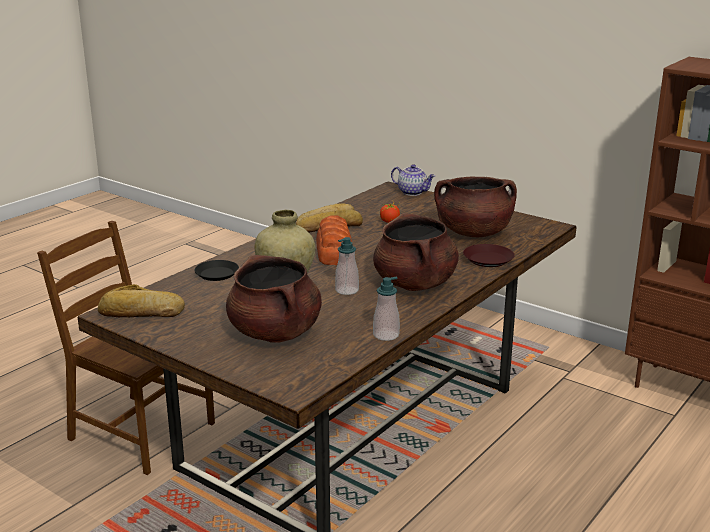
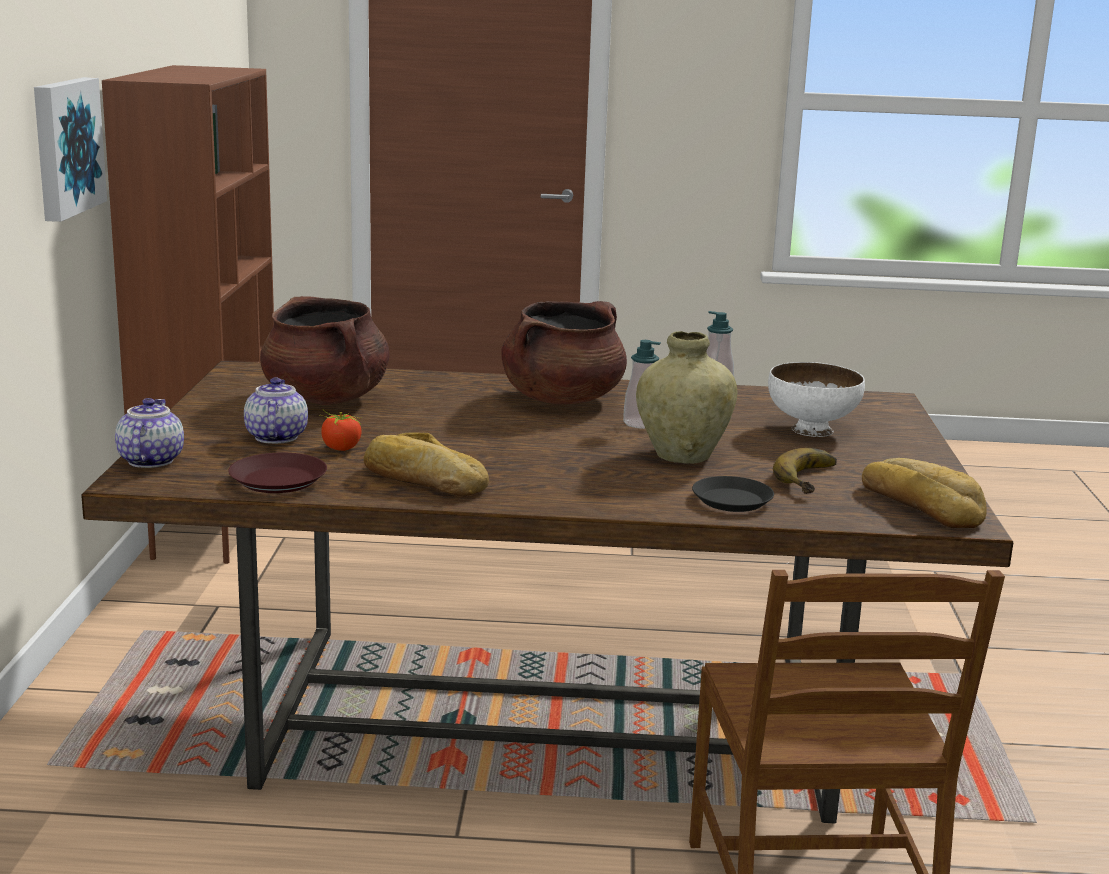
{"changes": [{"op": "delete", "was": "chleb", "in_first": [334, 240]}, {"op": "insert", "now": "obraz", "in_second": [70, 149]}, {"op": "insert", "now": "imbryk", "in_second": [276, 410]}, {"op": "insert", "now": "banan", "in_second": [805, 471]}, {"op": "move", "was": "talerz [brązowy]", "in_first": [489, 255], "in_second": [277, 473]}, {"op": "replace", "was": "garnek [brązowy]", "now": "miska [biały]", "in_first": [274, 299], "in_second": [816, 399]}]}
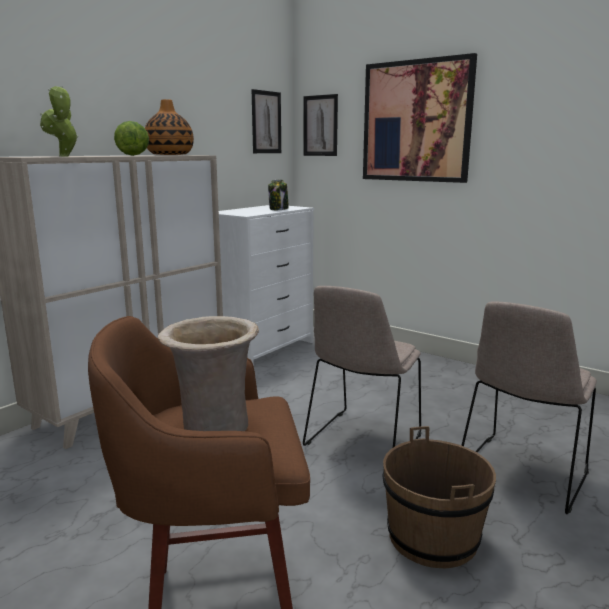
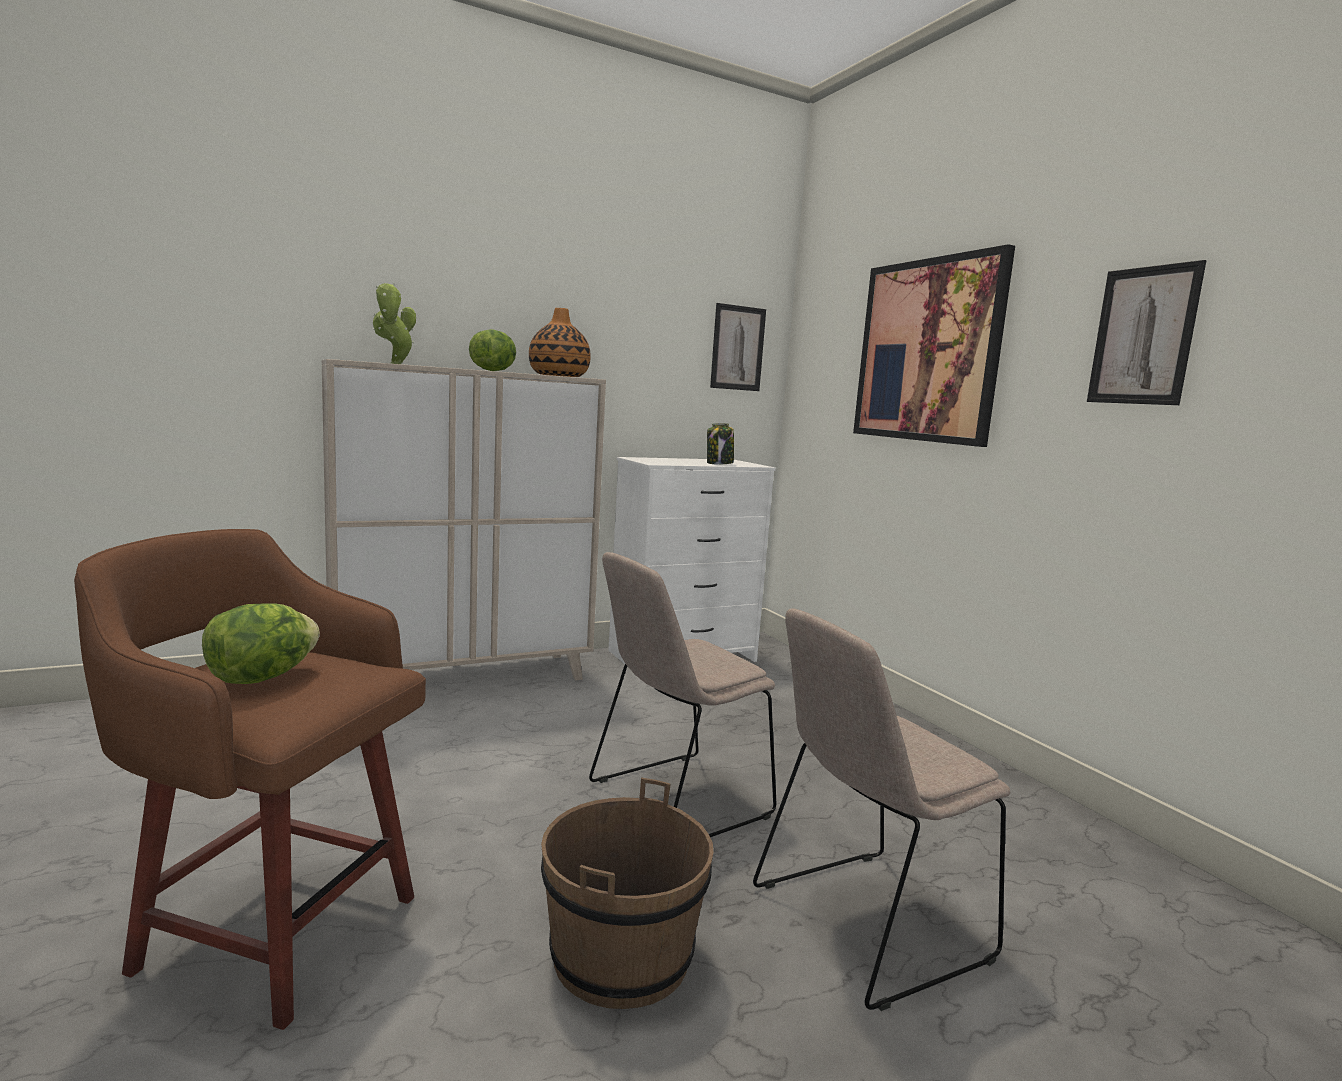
{"changes": [{"op": "move", "was": "obraz", "in_first": [321, 125], "in_second": [1147, 332]}, {"op": "replace", "was": "wazon [beżowy]", "now": "sałata", "in_first": [208, 373], "in_second": [261, 643]}]}
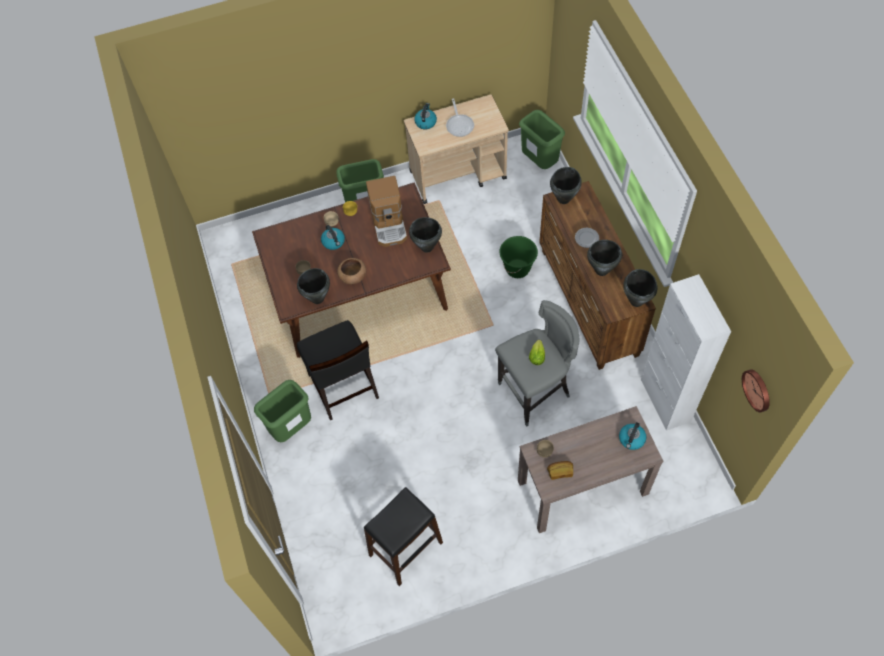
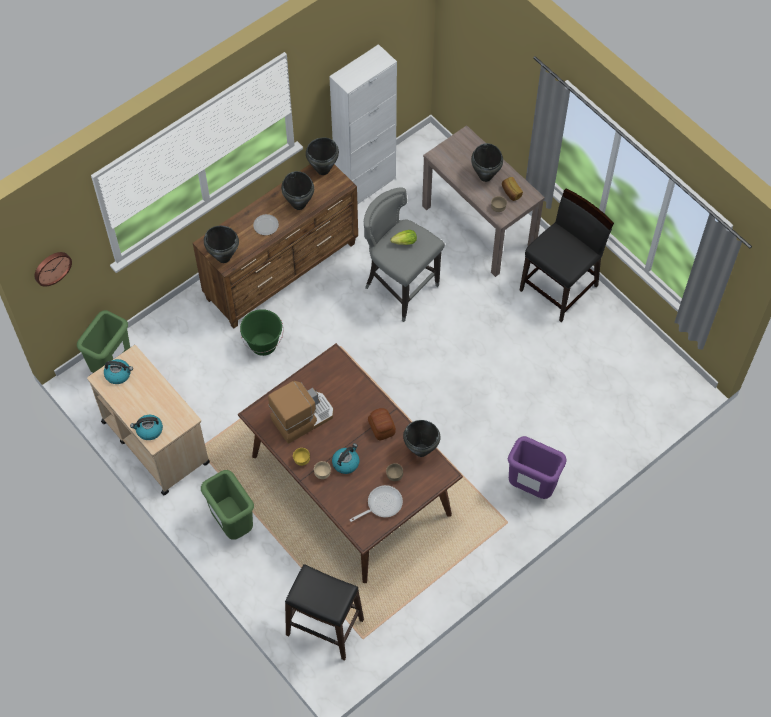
{"changes": [{"op": "move", "was": "krzesło [czarny]", "in_first": [338, 370], "in_second": [566, 255]}, {"op": "move", "was": "stołek [czarny]", "in_first": [403, 536], "in_second": [324, 612]}, {"op": "move", "was": "garnek [czarny]", "in_first": [425, 235], "in_second": [487, 162]}, {"op": "move", "was": "patelnia", "in_first": [460, 117], "in_second": [376, 503]}, {"op": "move", "was": "czajnik", "in_first": [632, 436], "in_second": [118, 371]}, {"op": "move", "was": "zegar ścienny", "in_first": [756, 390], "in_second": [53, 269]}, {"op": "replace", "was": "miska [brązowy]", "now": "chleb", "in_first": [351, 271], "in_second": [382, 424]}, {"op": "recolor", "was": "kosz na śmieci [zielony]", "now": "kosz na śmieci [fioletowy]", "in_first": [282, 411], "in_second": [537, 467]}]}
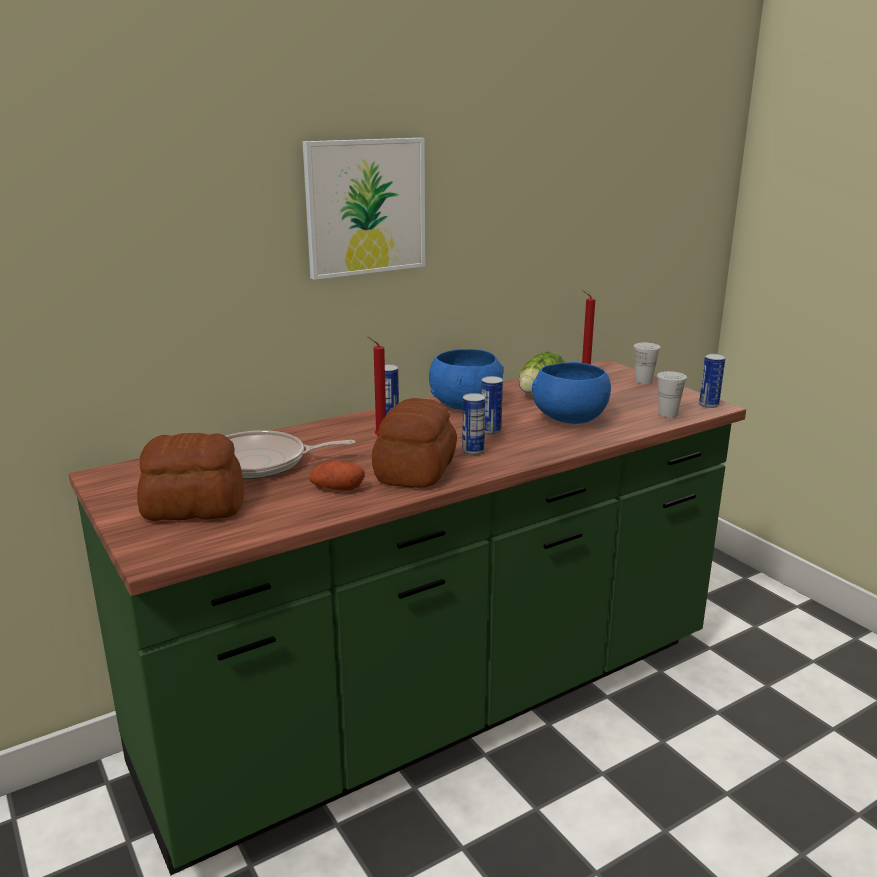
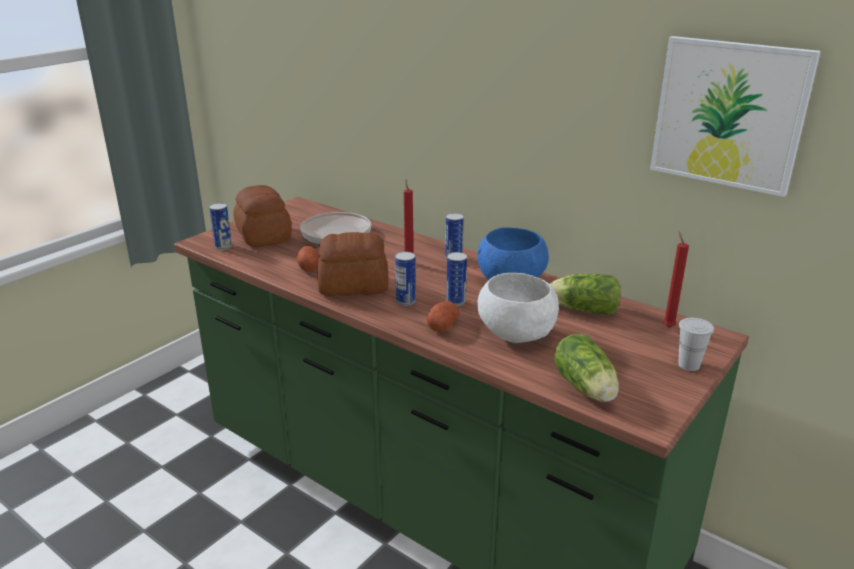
{"changes": [{"op": "insert", "now": "ziemniak", "in_second": [443, 316]}, {"op": "move", "was": "obraz", "in_first": [364, 209], "in_second": [735, 116]}, {"op": "move", "was": "puszka", "in_first": [712, 381], "in_second": [220, 226]}, {"op": "replace", "was": "filiżanka [biały]", "now": "sałata", "in_first": [672, 394], "in_second": [586, 368]}, {"op": "recolor", "was": "miska [niebieski]", "now": "miska [biały]", "in_first": [571, 393], "in_second": [518, 308]}]}
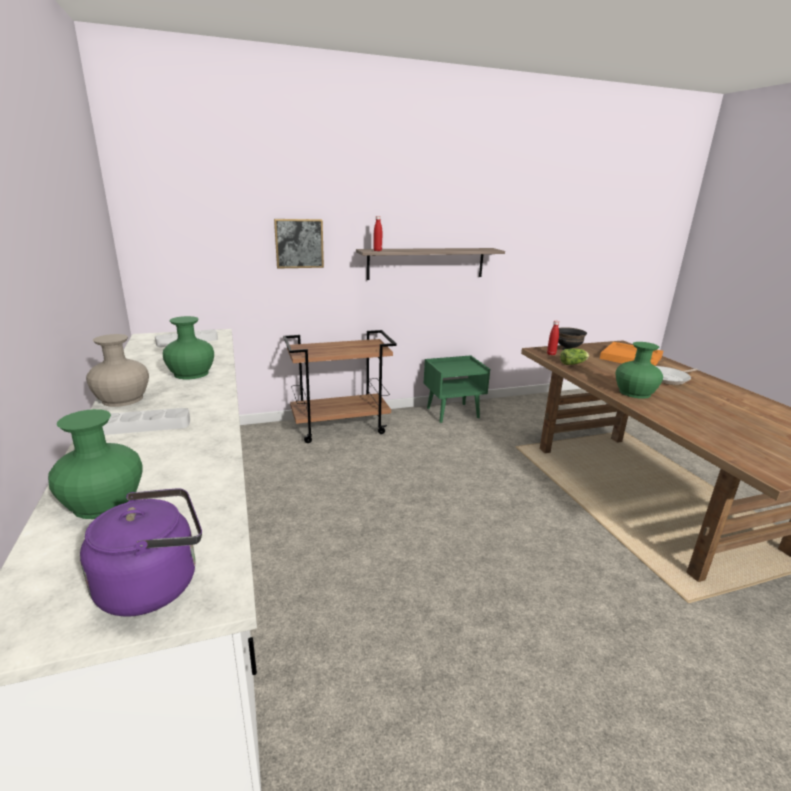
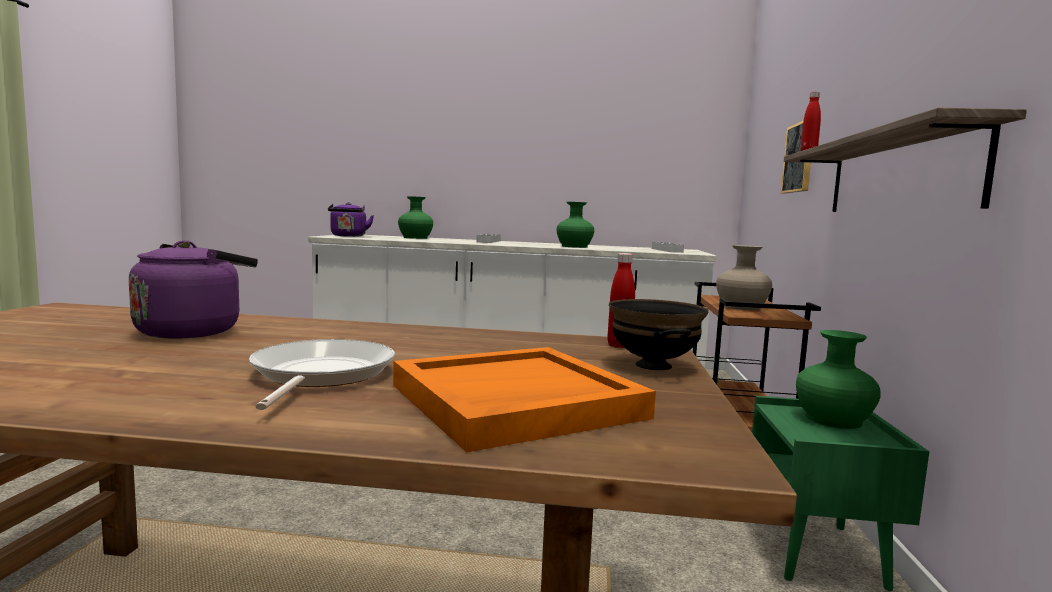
{"changes": [{"op": "delete", "was": "sałata", "in_first": [574, 356]}, {"op": "insert", "now": "czajnik [fioletowy]", "in_second": [193, 289]}, {"op": "move", "was": "wazon [beżowy]", "in_first": [117, 370], "in_second": [744, 277]}, {"op": "move", "was": "wazon [zielony]", "in_first": [639, 370], "in_second": [838, 379]}]}
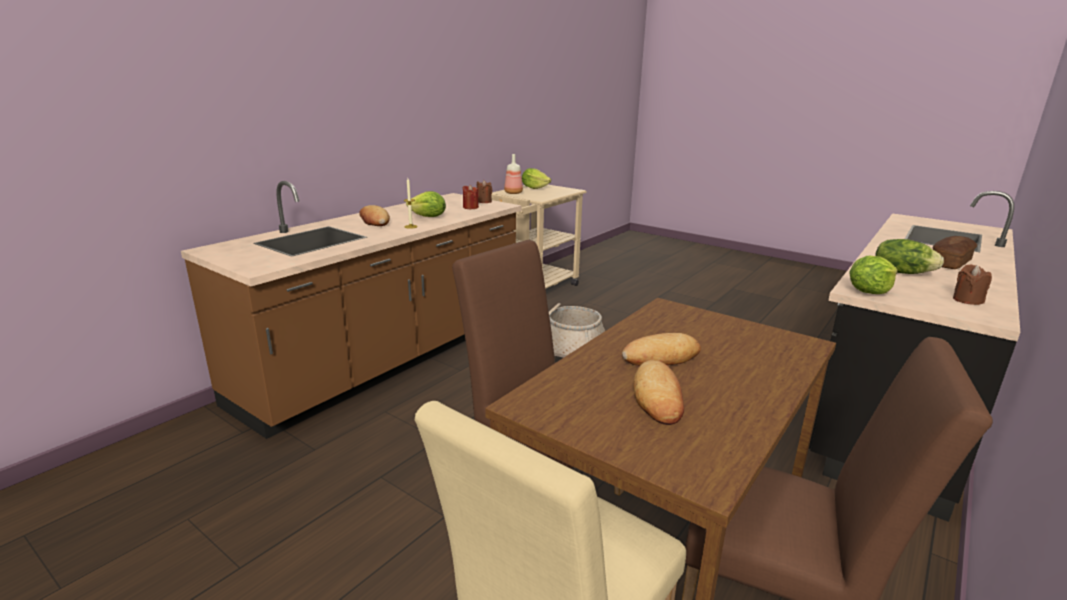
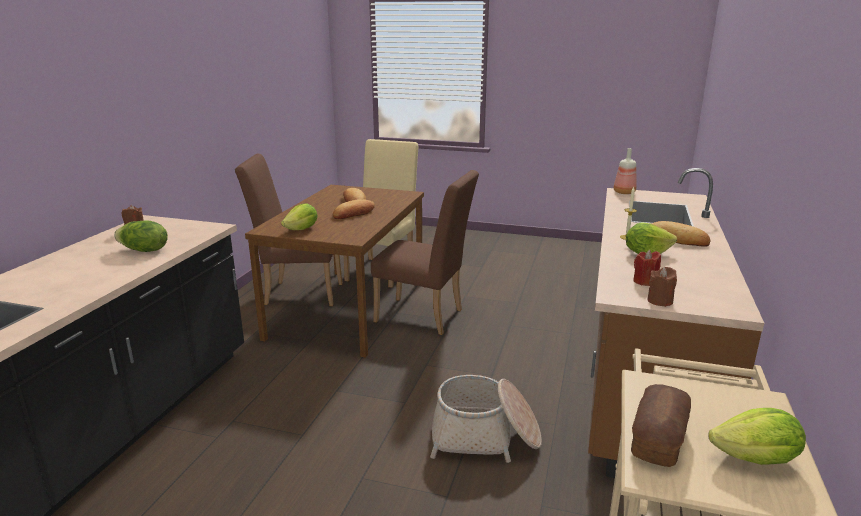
{"changes": [{"op": "move", "was": "butelka", "in_first": [513, 174], "in_second": [625, 171]}, {"op": "move", "was": "sałata", "in_first": [873, 275], "in_second": [299, 216]}, {"op": "move", "was": "chleb", "in_first": [955, 252], "in_second": [661, 425]}]}
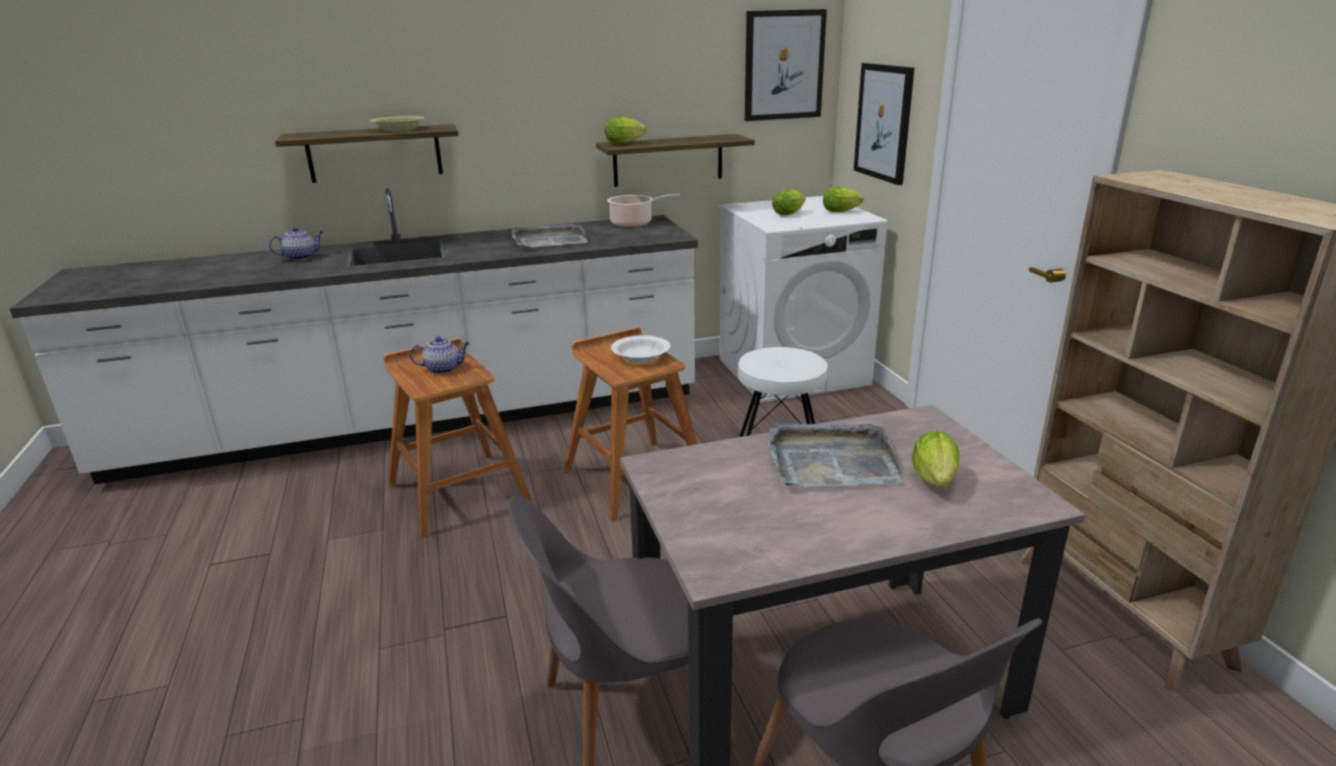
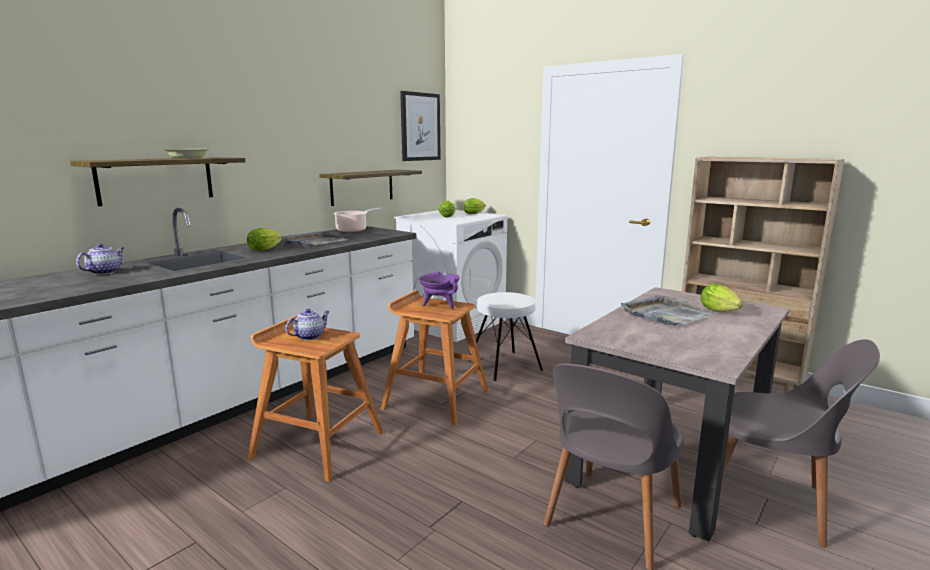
{"changes": [{"op": "delete", "was": "obraz", "in_first": [884, 124]}, {"op": "move", "was": "sałata", "in_first": [625, 130], "in_second": [265, 239]}, {"op": "replace", "was": "miska [biały]", "now": "garnek [fioletowy]", "in_first": [640, 349], "in_second": [439, 290]}]}
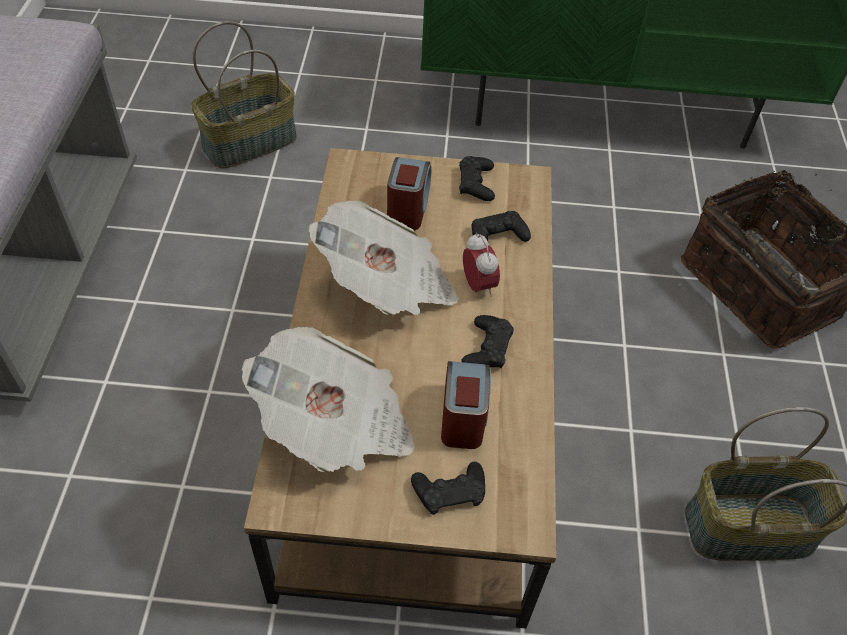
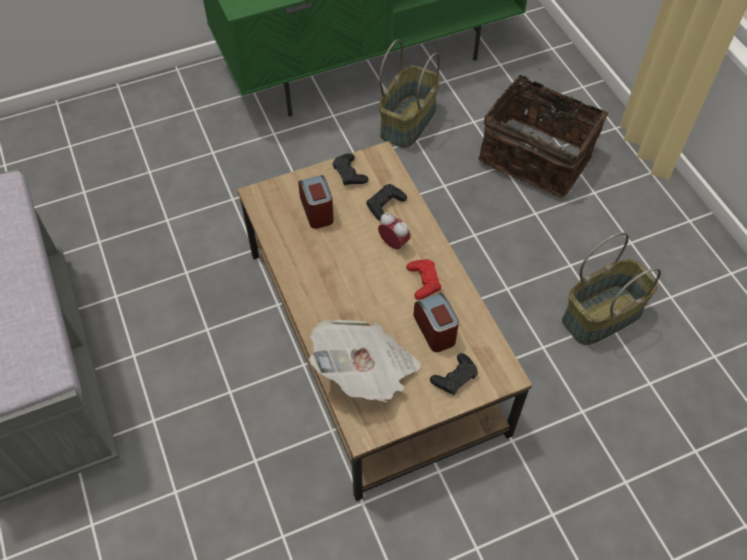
{"changes": [{"op": "delete", "was": "gazeta", "in_first": [384, 258]}, {"op": "move", "was": "koszyk", "in_first": [244, 94], "in_second": [409, 93]}, {"op": "recolor", "was": "pad do gier [czarny]", "now": "pad do gier [czerwony]", "in_first": [488, 341], "in_second": [423, 279]}]}
